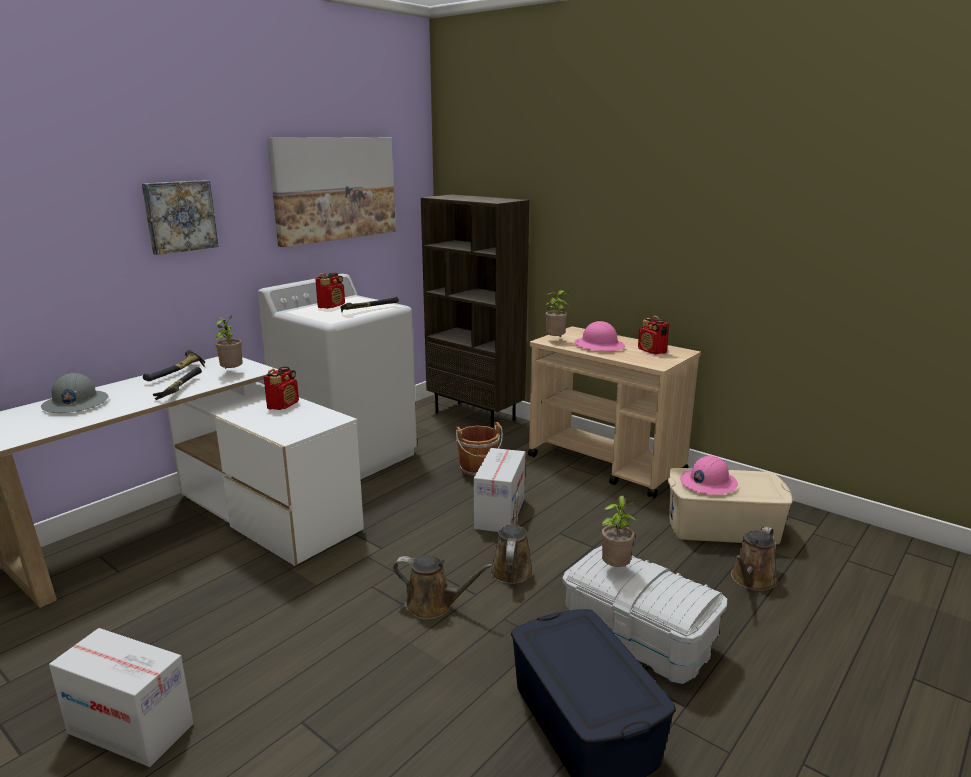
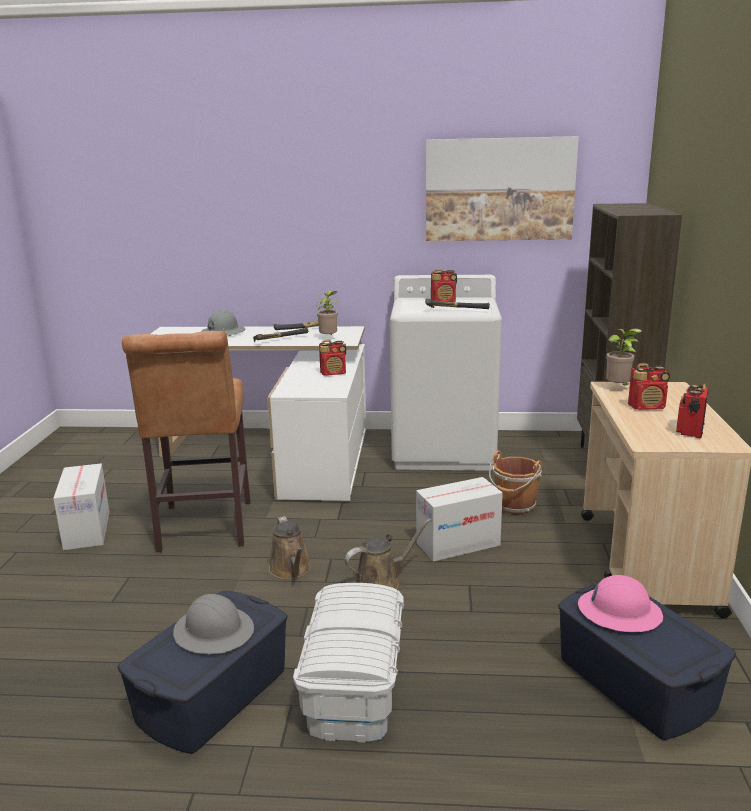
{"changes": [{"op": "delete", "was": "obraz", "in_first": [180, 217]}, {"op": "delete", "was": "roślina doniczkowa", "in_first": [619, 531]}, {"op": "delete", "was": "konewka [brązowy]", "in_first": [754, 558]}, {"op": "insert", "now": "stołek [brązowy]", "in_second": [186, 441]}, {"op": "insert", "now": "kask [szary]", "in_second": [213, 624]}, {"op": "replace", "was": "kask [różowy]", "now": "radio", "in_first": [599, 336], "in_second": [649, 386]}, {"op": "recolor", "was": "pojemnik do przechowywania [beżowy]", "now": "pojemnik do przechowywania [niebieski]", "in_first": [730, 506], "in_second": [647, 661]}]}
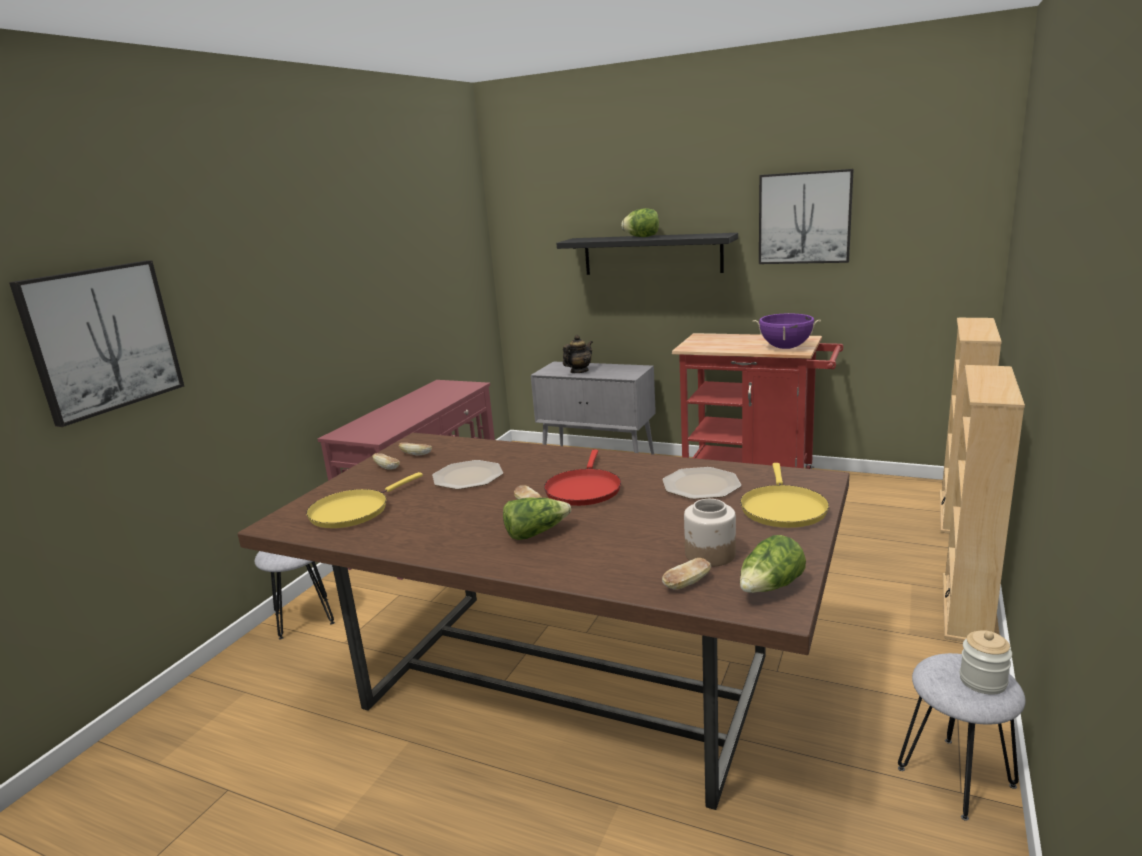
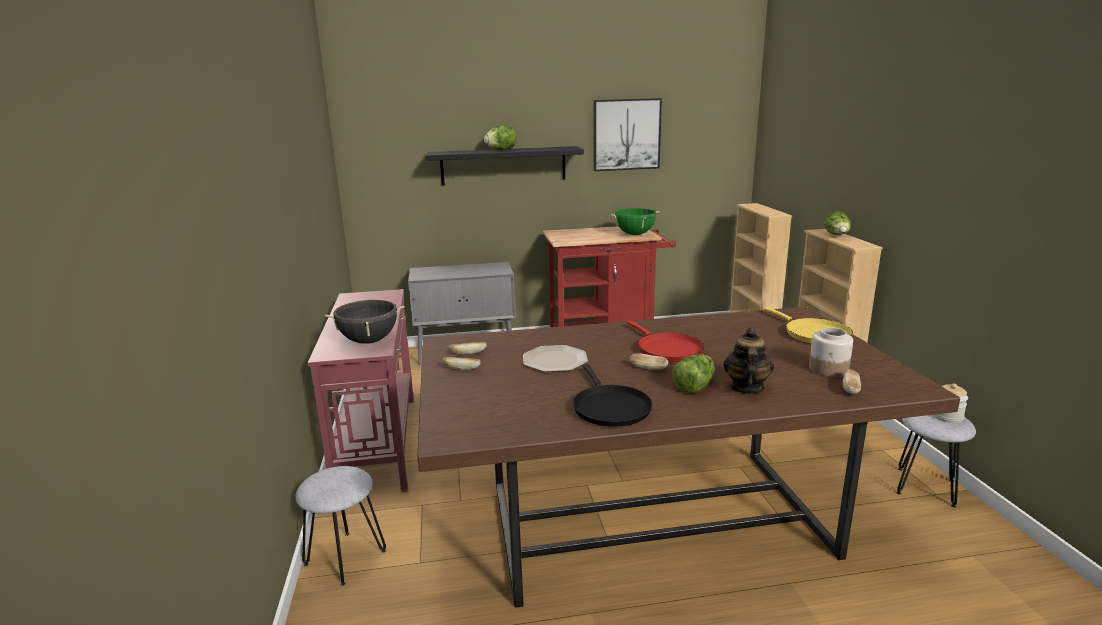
{"changes": [{"op": "delete", "was": "obraz", "in_first": [96, 343]}, {"op": "delete", "was": "patelnia [żółty]", "in_first": [364, 500]}, {"op": "delete", "was": "talerz", "in_first": [701, 483]}, {"op": "insert", "now": "garnek [czarny]", "in_second": [364, 321]}, {"op": "insert", "now": "patelnia [czarny]", "in_second": [612, 395]}, {"op": "move", "was": "imbryk", "in_first": [578, 354], "in_second": [748, 360]}, {"op": "move", "was": "sałata", "in_first": [773, 564], "in_second": [837, 223]}, {"op": "recolor", "was": "garnek [fioletowy]", "now": "garnek [zielony]", "in_first": [787, 331], "in_second": [635, 221]}]}
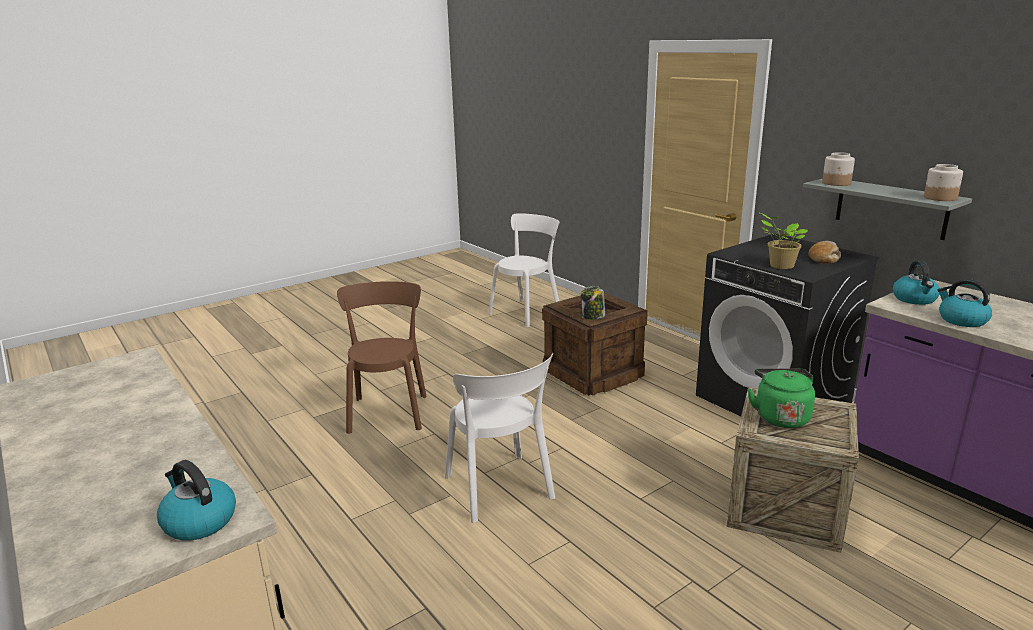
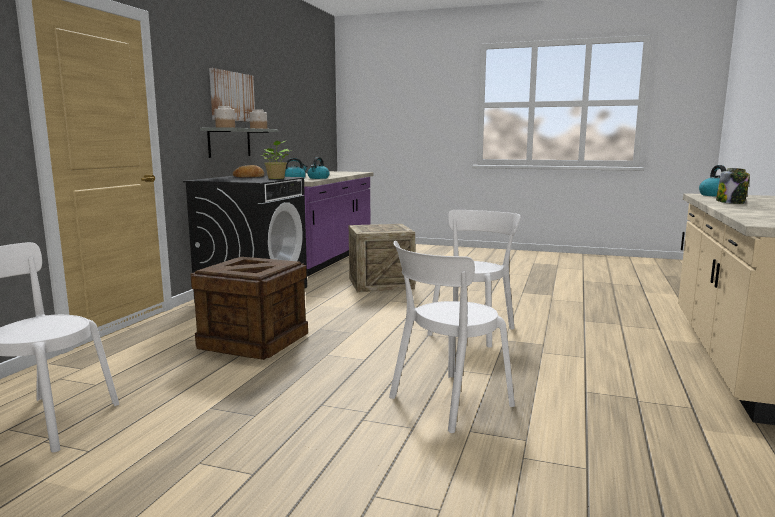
{"changes": [{"op": "delete", "was": "czajnik [zielony]", "in_first": [781, 398]}, {"op": "insert", "now": "obraz", "in_second": [232, 95]}, {"op": "move", "was": "słoik", "in_first": [593, 303], "in_second": [733, 186]}, {"op": "recolor", "was": "krzesło [brązowy]", "now": "krzesło [biały]", "in_first": [382, 357], "in_second": [452, 337]}]}
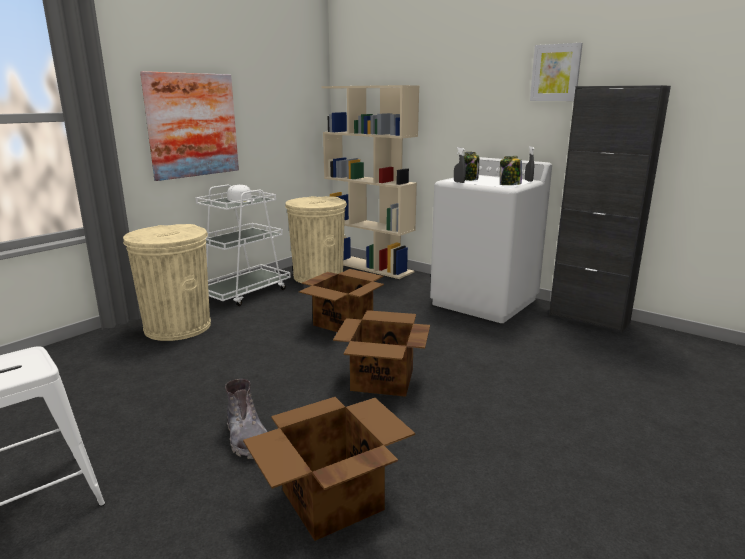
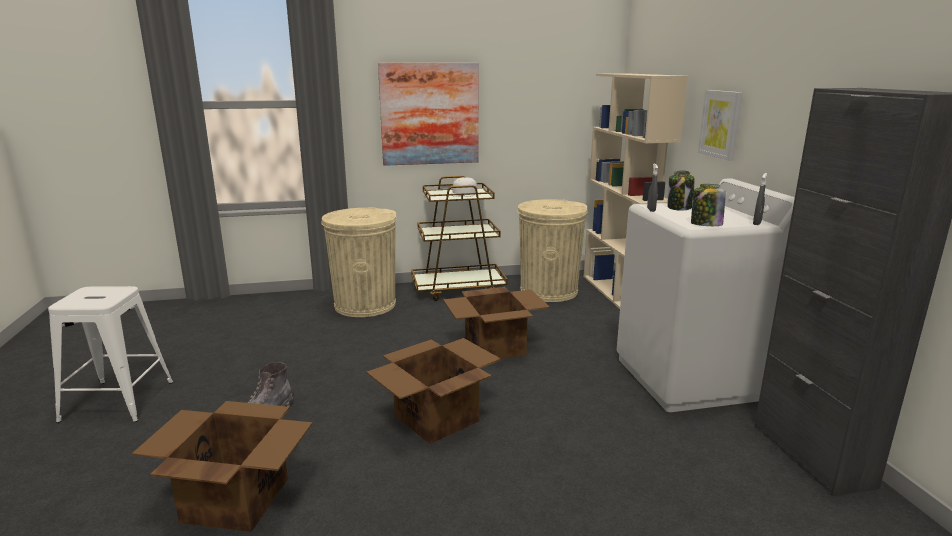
{"changes": [{"op": "move", "was": "obraz", "in_first": [556, 72], "in_second": [720, 125]}, {"op": "recolor", "was": "wózek [biały]", "now": "wózek [brązowy]", "in_first": [243, 245], "in_second": [459, 238]}]}
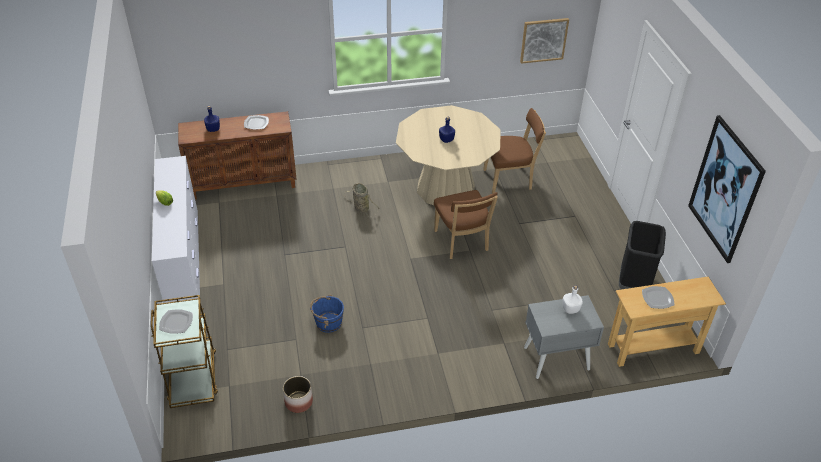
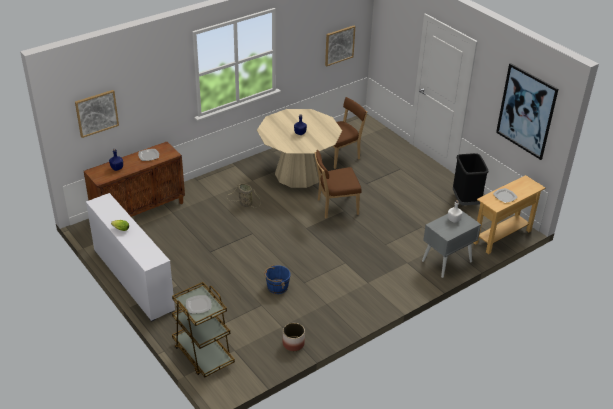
{"changes": [{"op": "insert", "now": "obraz", "in_second": [97, 114]}, {"op": "rotate", "was": "krzesło [brązowy]", "in_first": [466, 224], "in_second": [338, 184], "clockwise": 120}]}
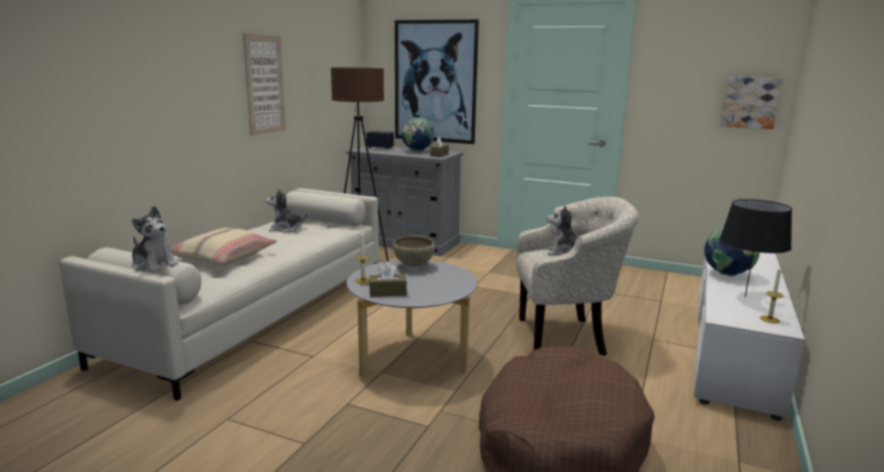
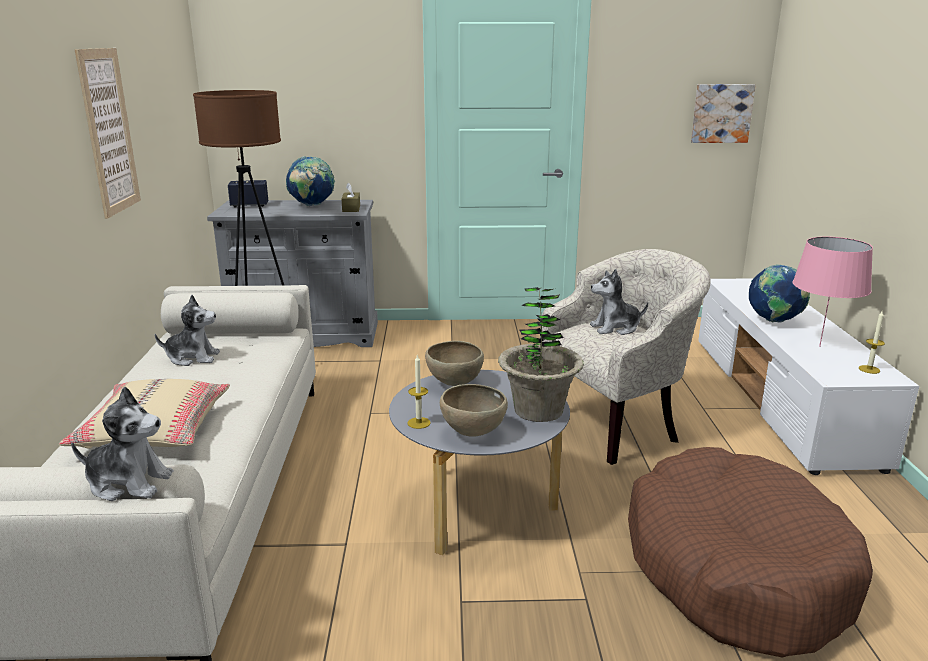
{"changes": [{"op": "delete", "was": "obraz", "in_first": [437, 81]}, {"op": "insert", "now": "roślina doniczkowa", "in_second": [541, 354]}, {"op": "replace", "was": "pudełko chusteczek [brązowy]", "now": "miska [brązowy]", "in_first": [388, 280], "in_second": [474, 410]}, {"op": "recolor", "was": "lampa stołowa [czarny]", "now": "lampa stołowa [różowy]", "in_first": [756, 248], "in_second": [833, 292]}, {"op": "rotate", "was": "pluszak", "in_first": [286, 210], "in_second": [187, 330], "clockwise": -150}]}
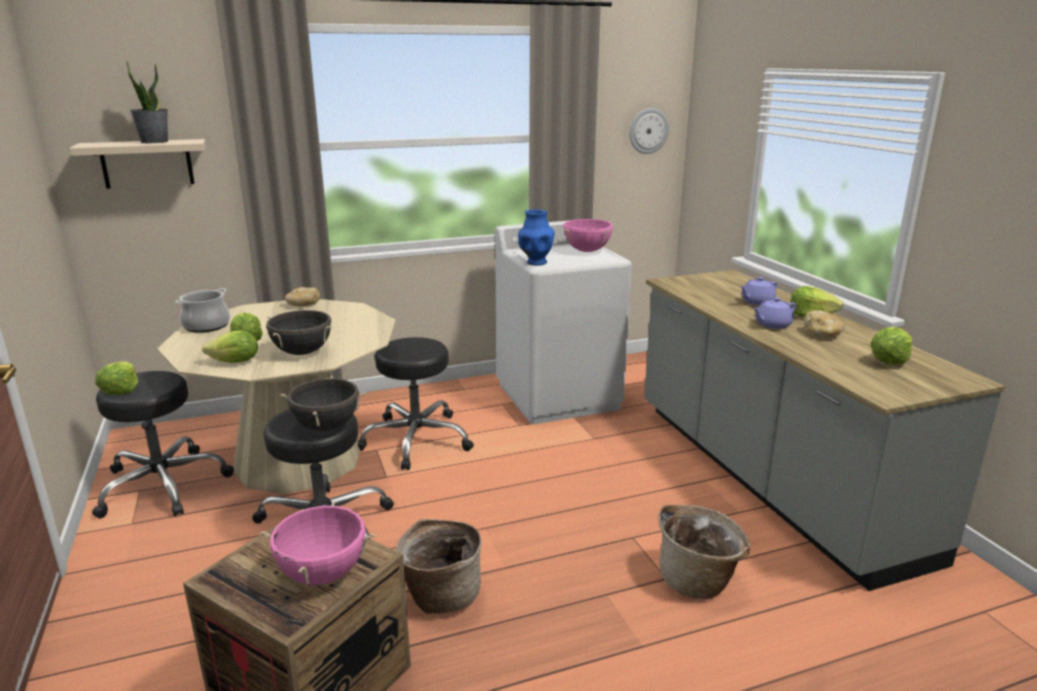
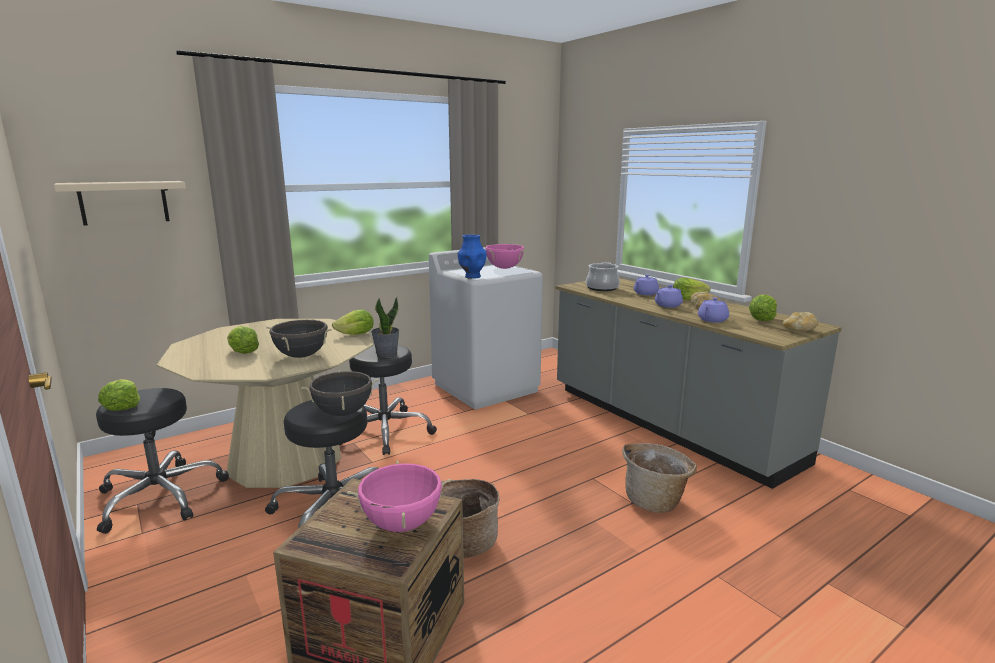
{"changes": [{"op": "delete", "was": "zegar ścienny", "in_first": [649, 131]}, {"op": "insert", "now": "imbryk [fioletowy]", "in_second": [713, 310]}, {"op": "move", "was": "roślina doniczkowa", "in_first": [147, 102], "in_second": [385, 327]}, {"op": "move", "was": "garnek", "in_first": [202, 310], "in_second": [603, 276]}, {"op": "move", "was": "sałata", "in_first": [230, 346], "in_second": [353, 322]}, {"op": "move", "was": "chleb", "in_first": [302, 296], "in_second": [800, 322]}]}
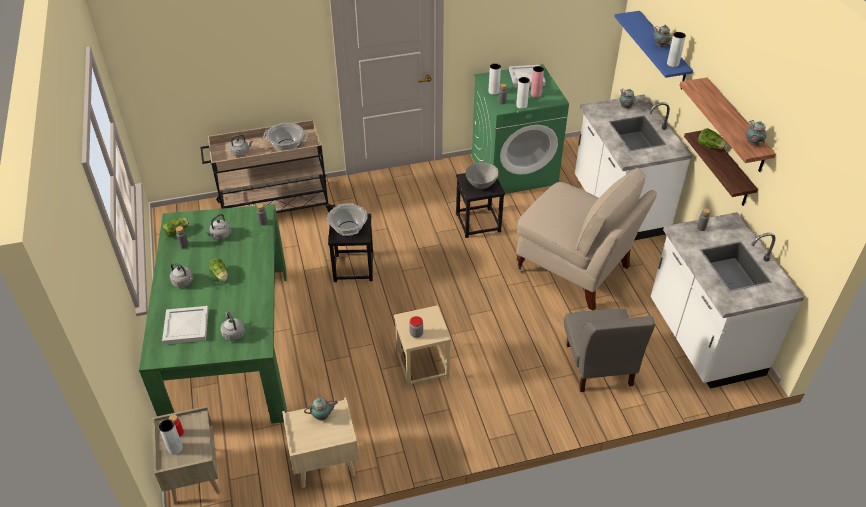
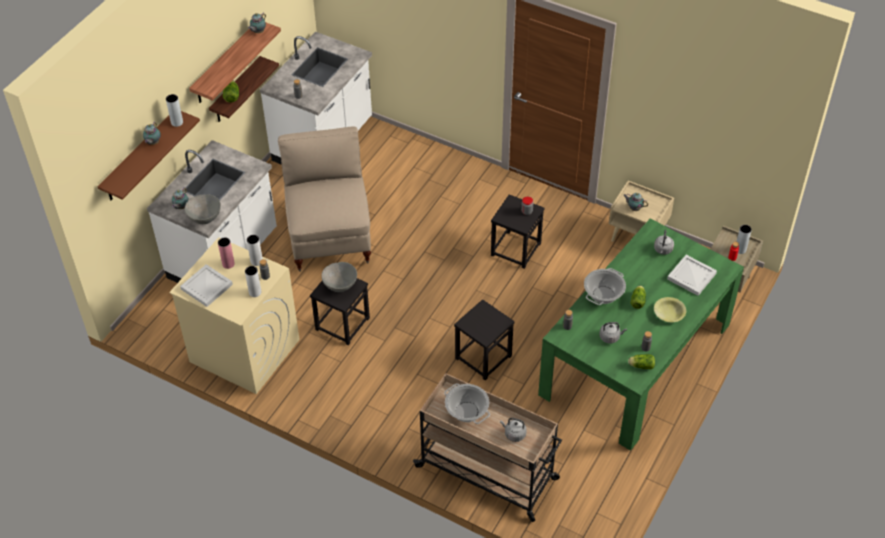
{"changes": [{"op": "delete", "was": "krzesło [szary]", "in_first": [609, 350]}, {"op": "insert", "now": "miska [szary]", "in_second": [203, 209]}, {"op": "move", "was": "garnek", "in_first": [347, 219], "in_second": [605, 286]}, {"op": "replace", "was": "czajnik [szary]", "now": "miska [żółty]", "in_first": [182, 275], "in_second": [670, 309]}, {"op": "recolor", "was": "stołek [beżowy]", "now": "stołek [czarny]", "in_first": [422, 346], "in_second": [518, 231]}, {"op": "recolor", "was": "pralka [zielony]", "now": "pralka [beżowy]", "in_first": [520, 129], "in_second": [234, 315]}, {"op": "recolor", "was": "półka [niebieski]", "now": "półka [brązowy]", "in_first": [653, 50], "in_second": [148, 155]}]}
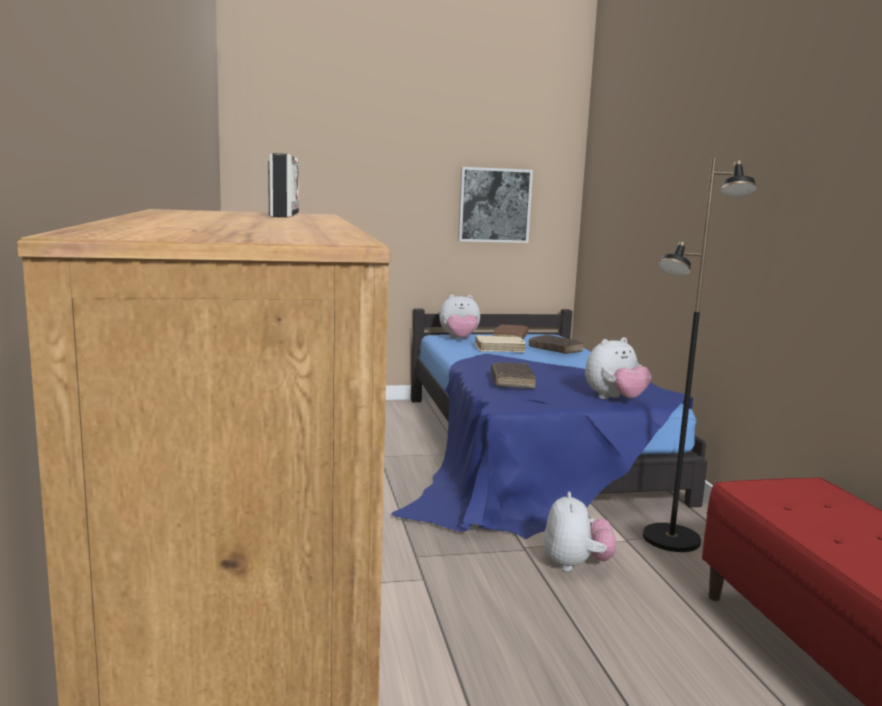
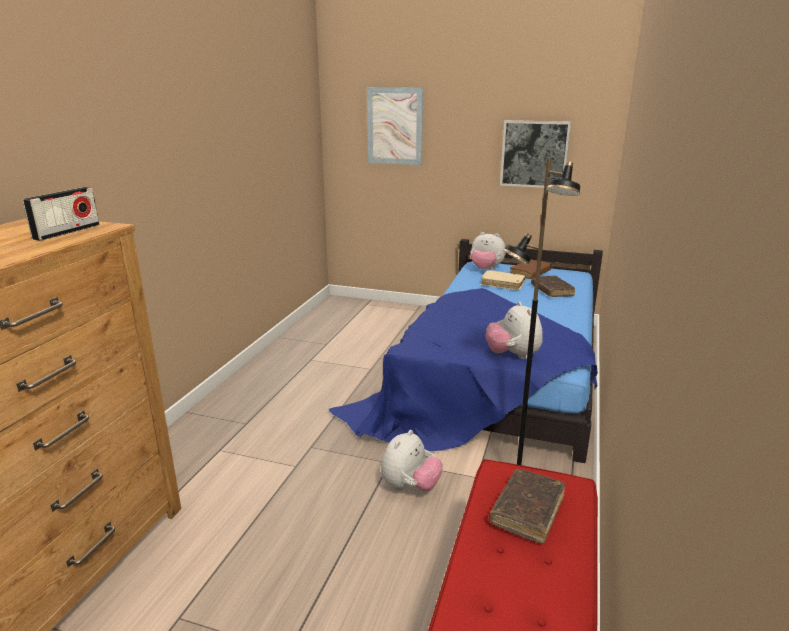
{"changes": [{"op": "insert", "now": "obraz", "in_second": [395, 126]}, {"op": "move", "was": "książka [brązowy]", "in_first": [513, 375], "in_second": [527, 506]}, {"op": "rotate", "was": "pluszak", "in_first": [618, 368], "in_second": [514, 330], "clockwise": 75}]}
